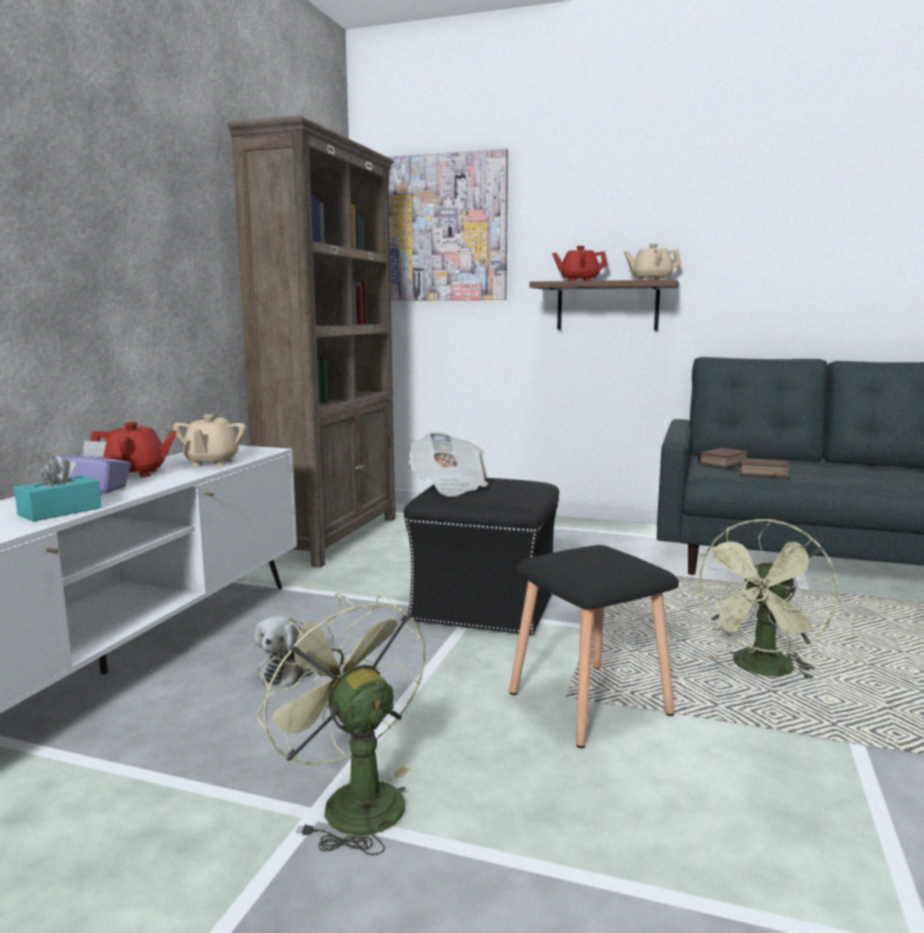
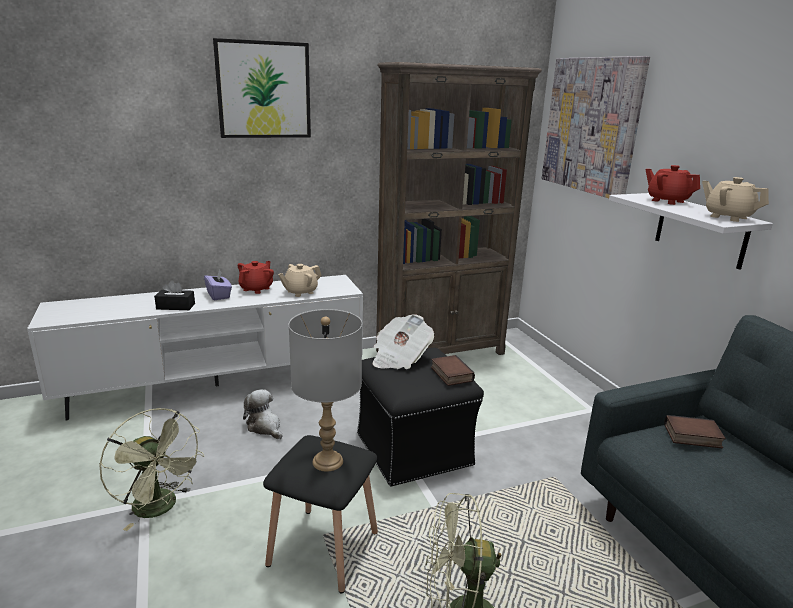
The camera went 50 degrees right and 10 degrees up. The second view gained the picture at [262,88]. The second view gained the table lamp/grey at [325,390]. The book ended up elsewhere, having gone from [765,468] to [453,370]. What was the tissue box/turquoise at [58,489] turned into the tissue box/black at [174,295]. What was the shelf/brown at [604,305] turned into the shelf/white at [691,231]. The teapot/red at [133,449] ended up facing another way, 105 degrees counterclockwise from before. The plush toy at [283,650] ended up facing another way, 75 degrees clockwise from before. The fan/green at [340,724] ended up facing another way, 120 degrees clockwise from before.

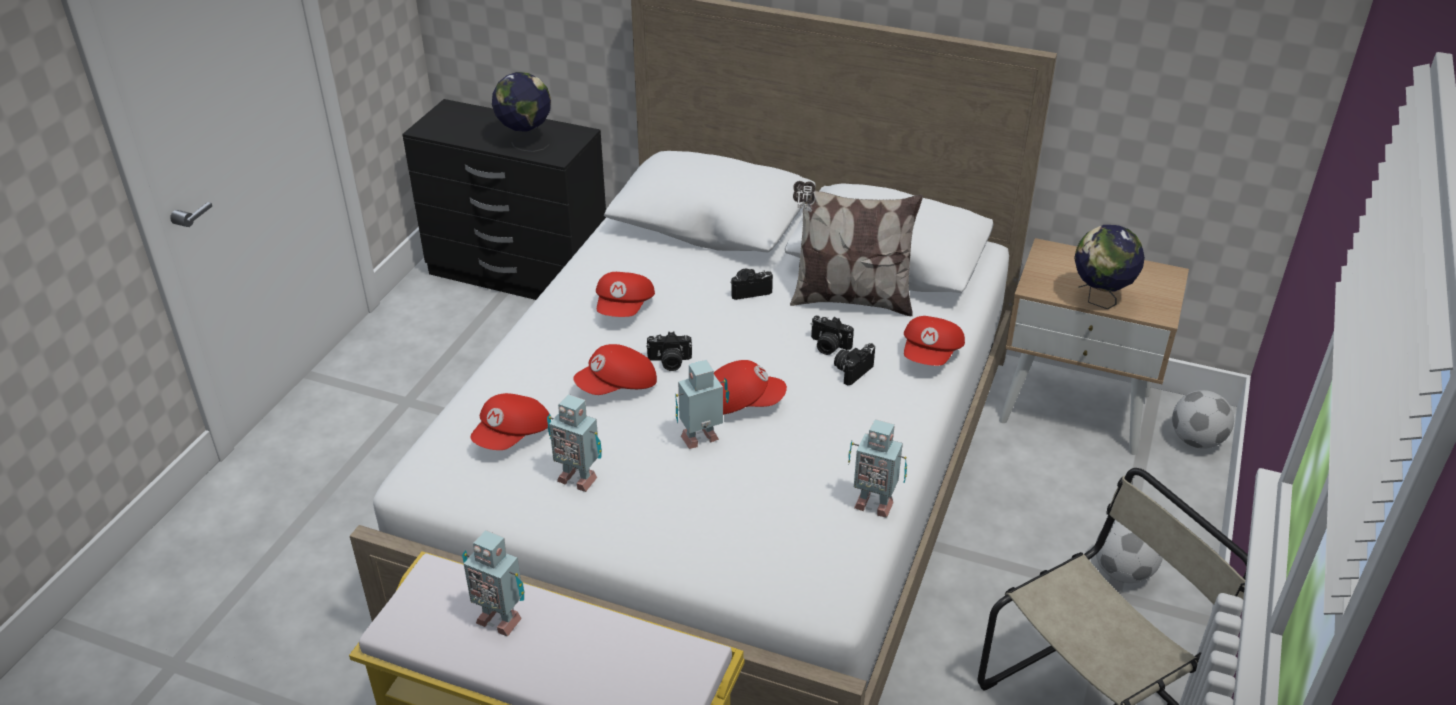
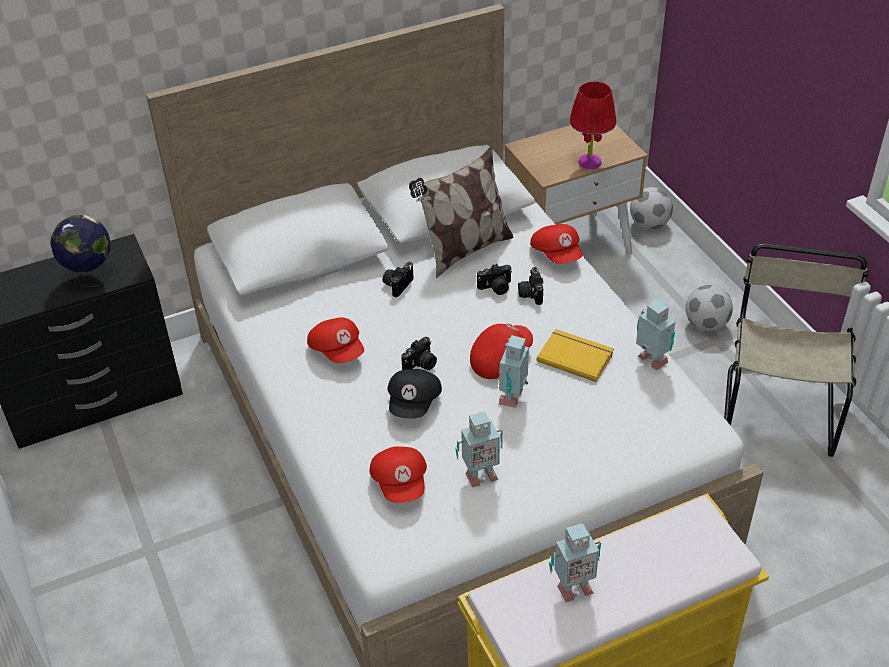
The camera went 45 degrees left and 5 degrees up. The second view gained the book/yellow at [575,355]. Where the globe stood at [1109,267], the table lamp/red came to stand at [593,125]. What was the cap/red at [615,369] turned into the cap/black at [414,394]. The toy robot at [877,468] ended up facing another way, 105 degrees counterclockwise from before.

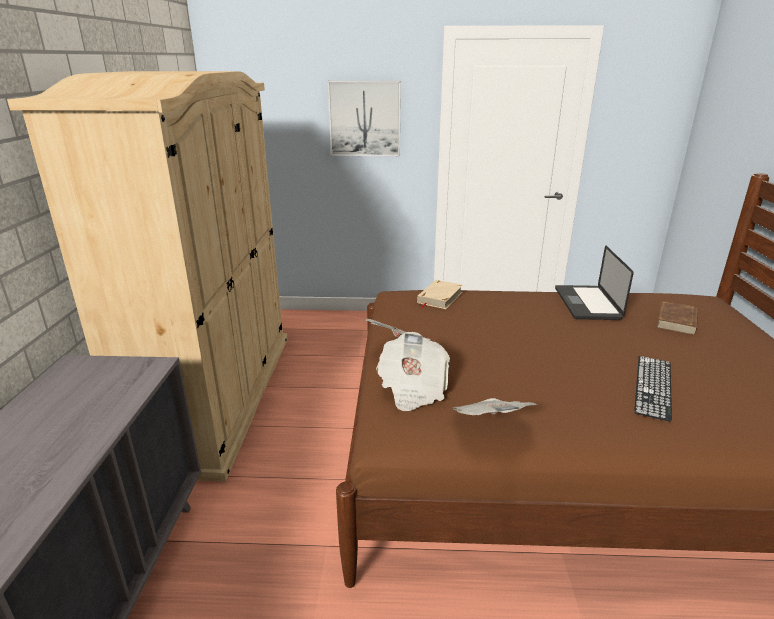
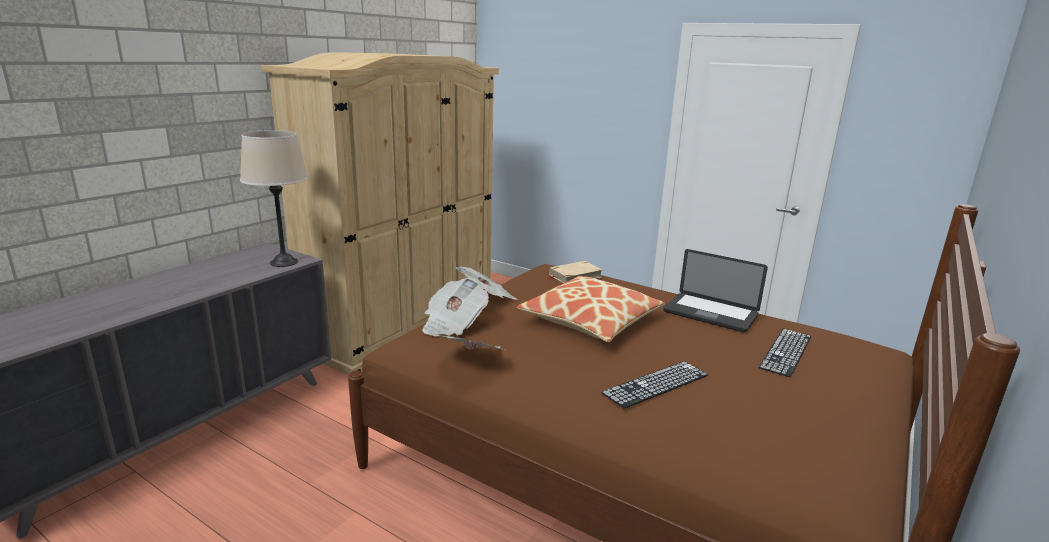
The camera went 30 degrees right and 5 degrees down. The second view lost the picture at [364,118]. The second view gained the table lamp/beige at [274,198]. The second view gained the pillow at [591,309]. Where the book/brown stood at [677,318], the keyboard came to stand at [785,353]. The laptop at [594,283] ended up facing another way, 90 degrees counterclockwise from before.

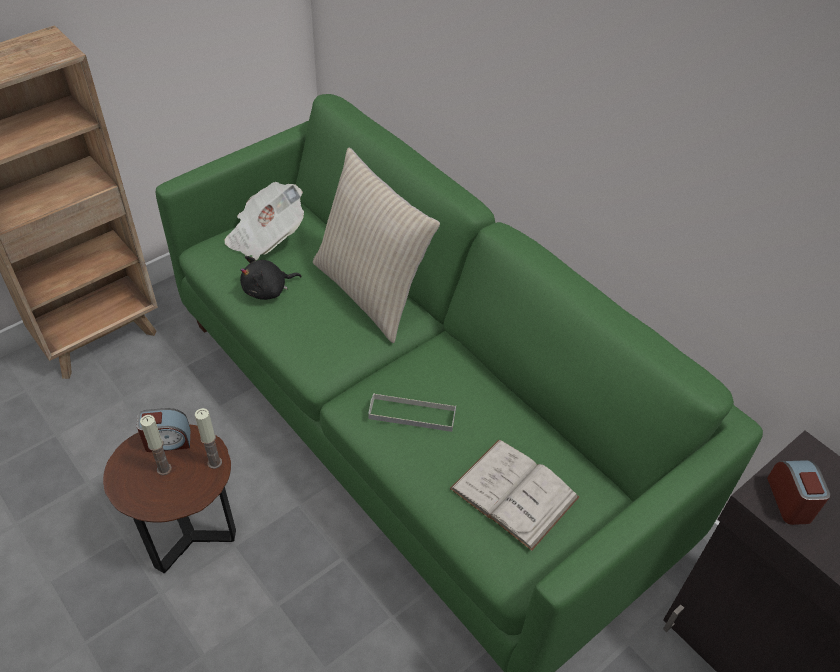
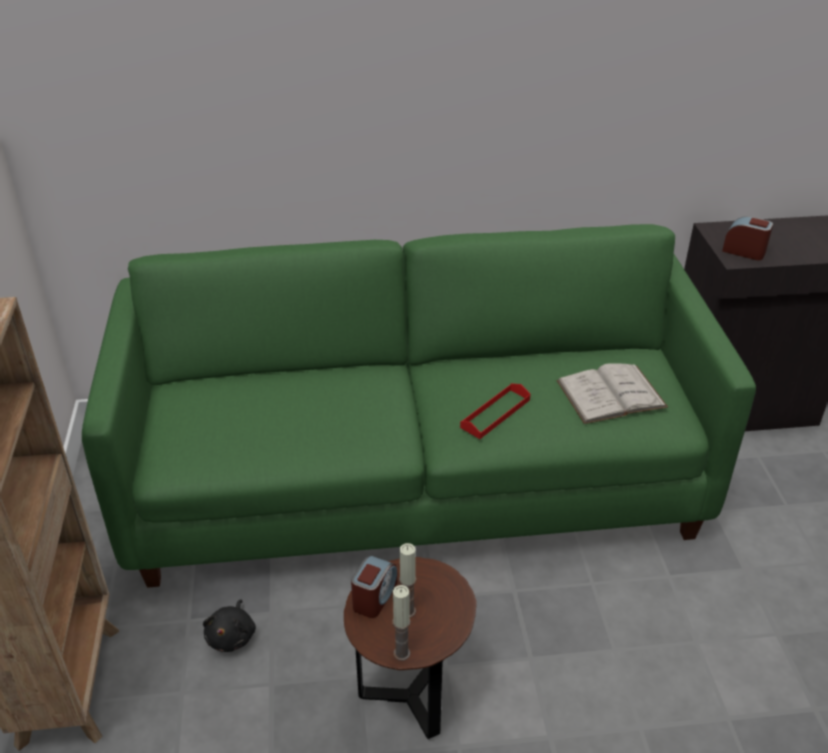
The camera went 55 degrees left and 10 degrees down. The second view lost the newspaper at [264,221]. The second view lost the pillow/beige at [376,245]. The candle ended up elsewhere, having gone from [208,438] to [402,623]. The plush toy/black ended up elsewhere, having gone from [271,278] to [229,625]. What was the tray/grey at [412,412] turned into the tray/red at [495,411].

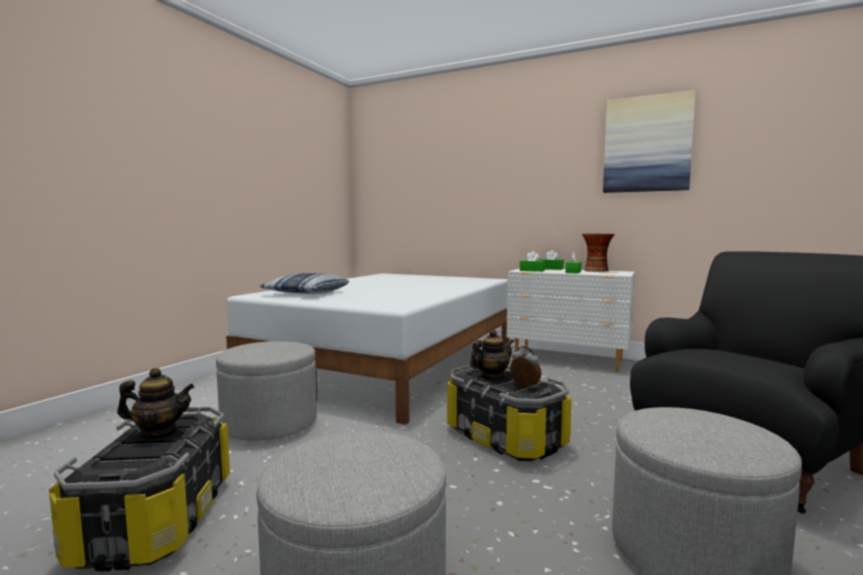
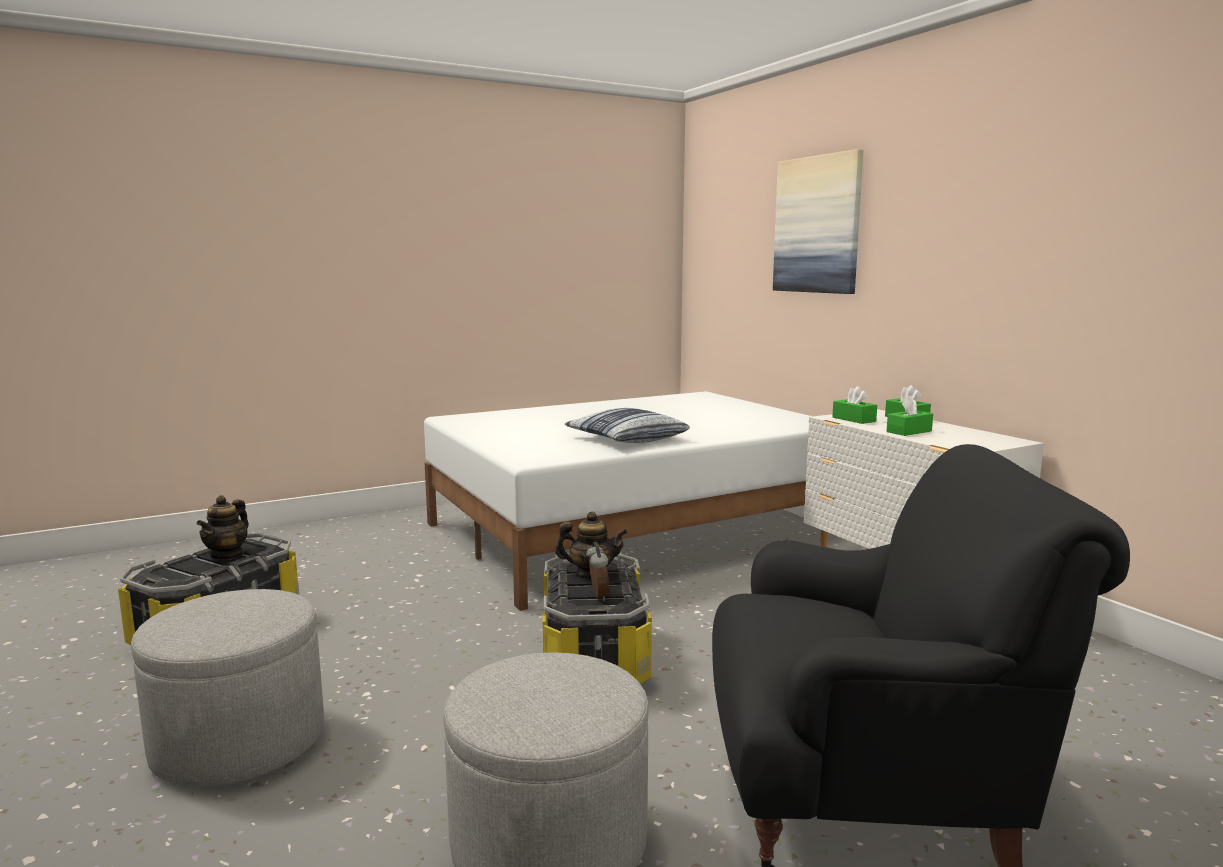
The camera went 35 degrees right and 5 degrees up. The second view lost the ottoman/grey at [266,391]. The second view lost the vase at [598,252]. The pillow ended up elsewhere, having gone from [304,283] to [627,425]. The picture ended up elsewhere, having gone from [649,141] to [818,221]. The teapot at [156,403] ended up facing another way, 75 degrees clockwise from before.

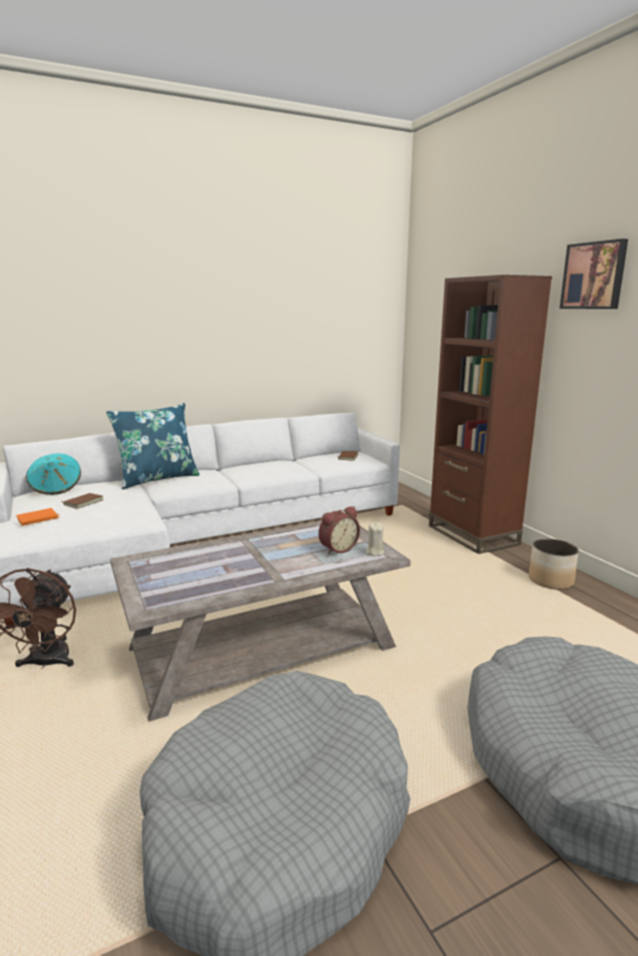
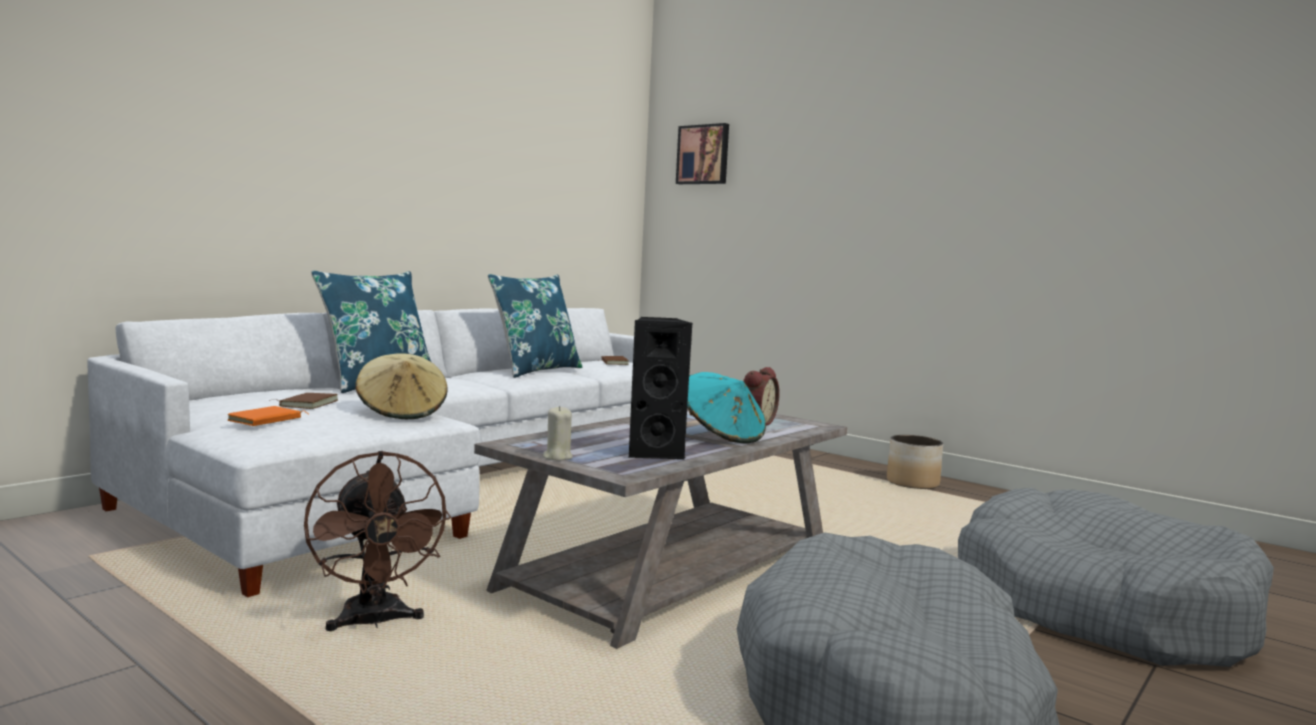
The camera went 25 degrees left and 10 degrees down. The second view lost the bookcase/brown at [490,414]. The second view gained the hat/beige at [401,386]. The second view gained the pillow/blue at [535,326]. The second view gained the speaker/black at [660,388]. The hat/turquoise ended up elsewhere, having gone from [53,474] to [726,408]. The candle/beige ended up elsewhere, having gone from [375,539] to [558,433]. The picture ended up elsewhere, having gone from [594,274] to [702,153].

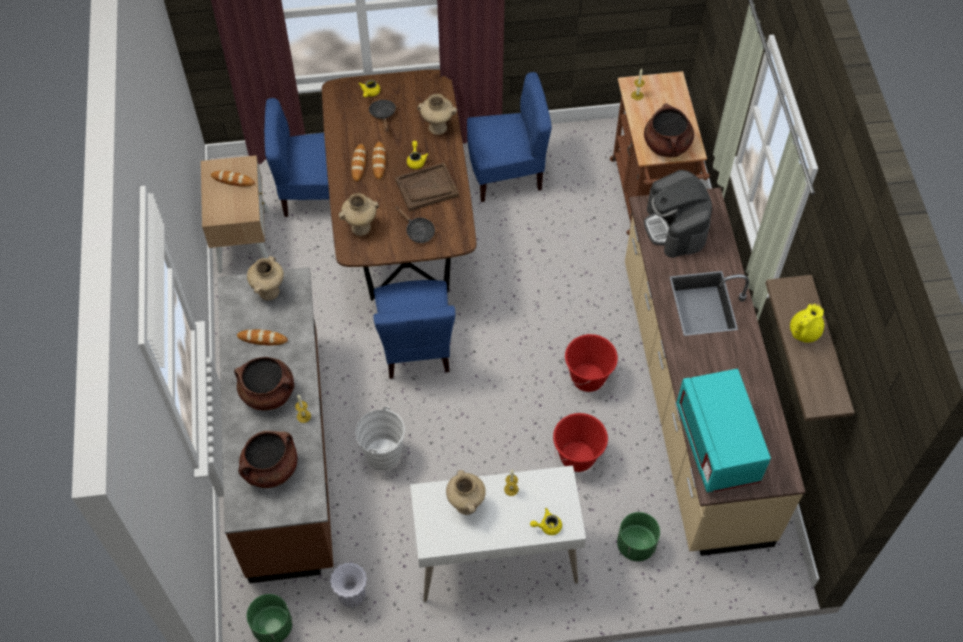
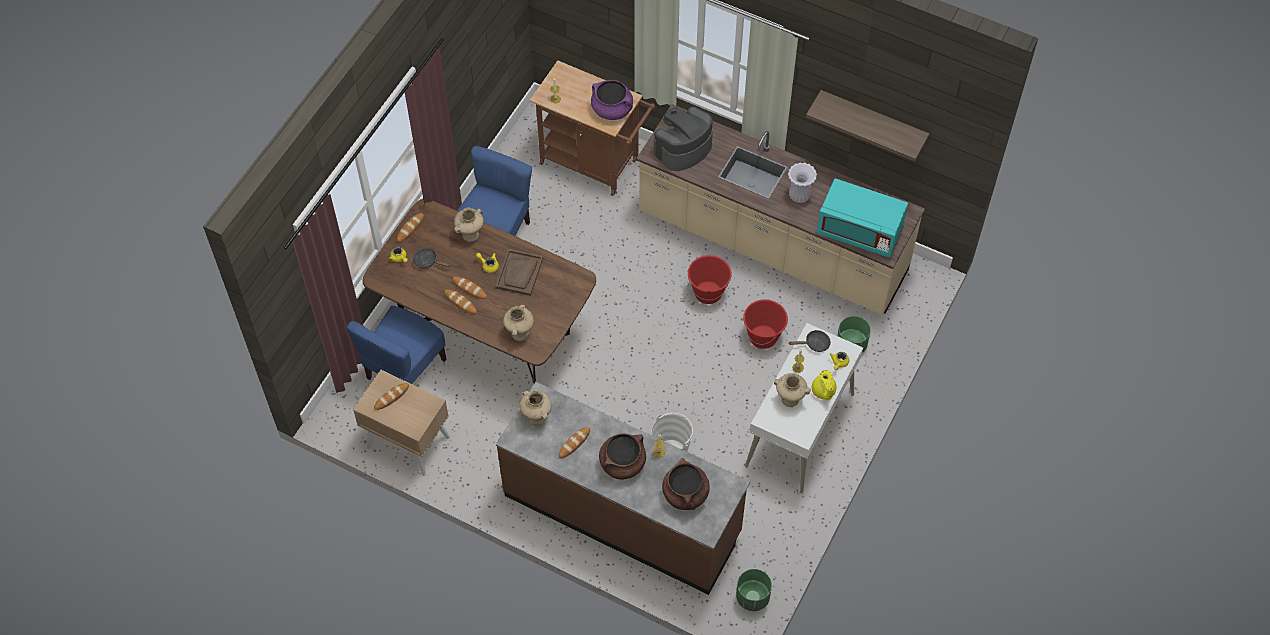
The camera went 55 degrees left and 0 degrees up. The second view lost the chair/blue at [414,329]. The second view gained the bread at [410,227]. The vase/white ended up elsewhere, having gone from [348,585] to [802,182]. The frying pan/black ended up elsewhere, having gone from [415,224] to [809,341]. The teapot/yellow ended up elsewhere, having gone from [807,323] to [824,385]. What was the cooking pot/brown at [669,130] turned into the cooking pot/purple at [612,100]. The coffee machine at [678,214] ended up facing another way, 120 degrees clockwise from before.

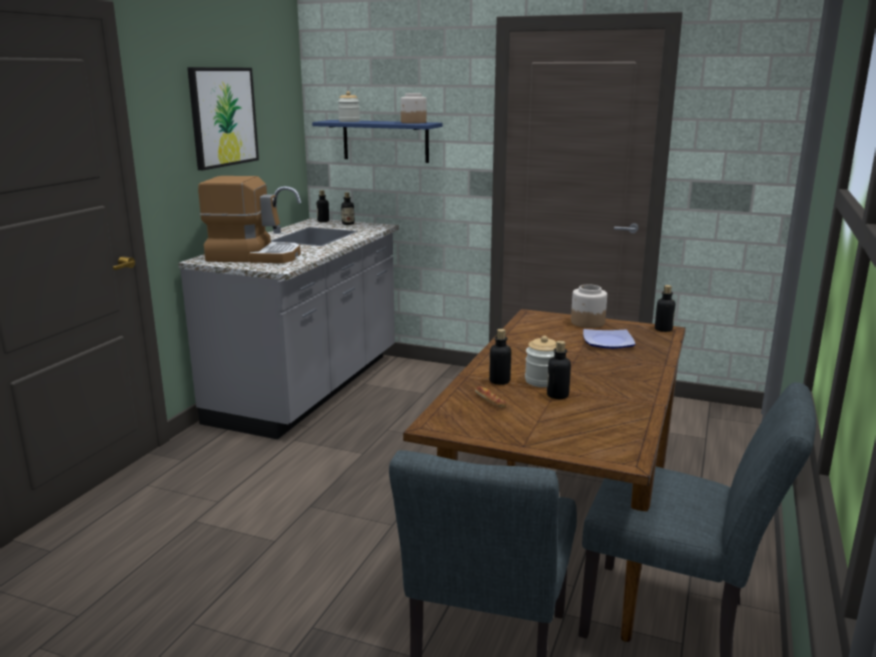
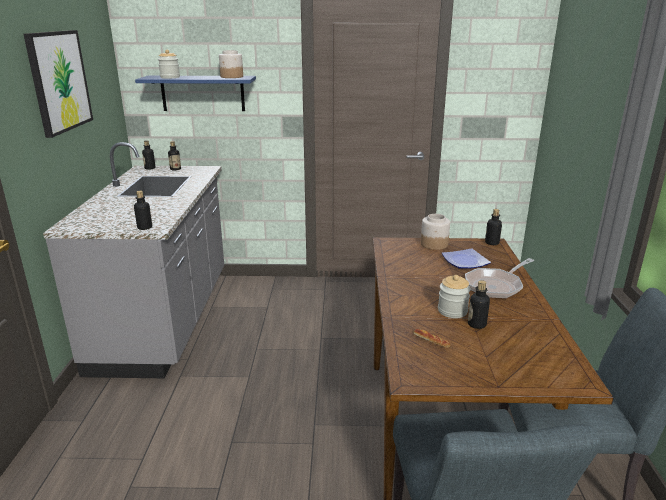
The camera went 20 degrees left and 5 degrees up. The second view lost the coffee machine at [249,219]. The second view gained the frying pan at [499,278]. The bottle ended up elsewhere, having gone from [500,357] to [143,210].

